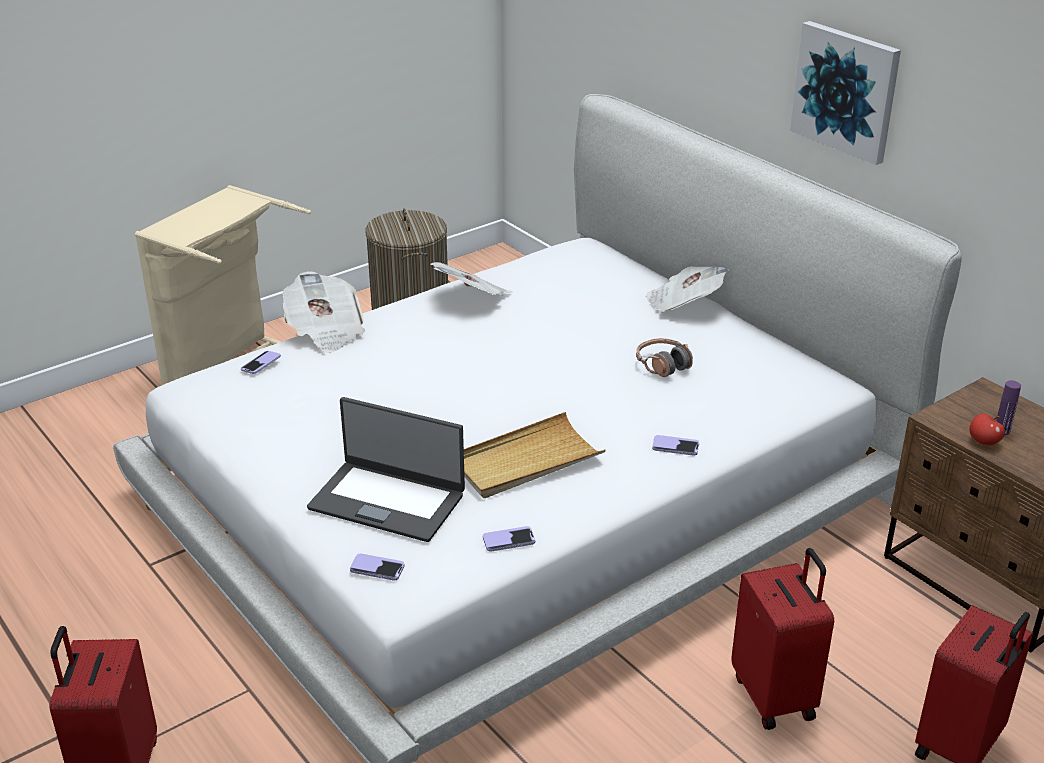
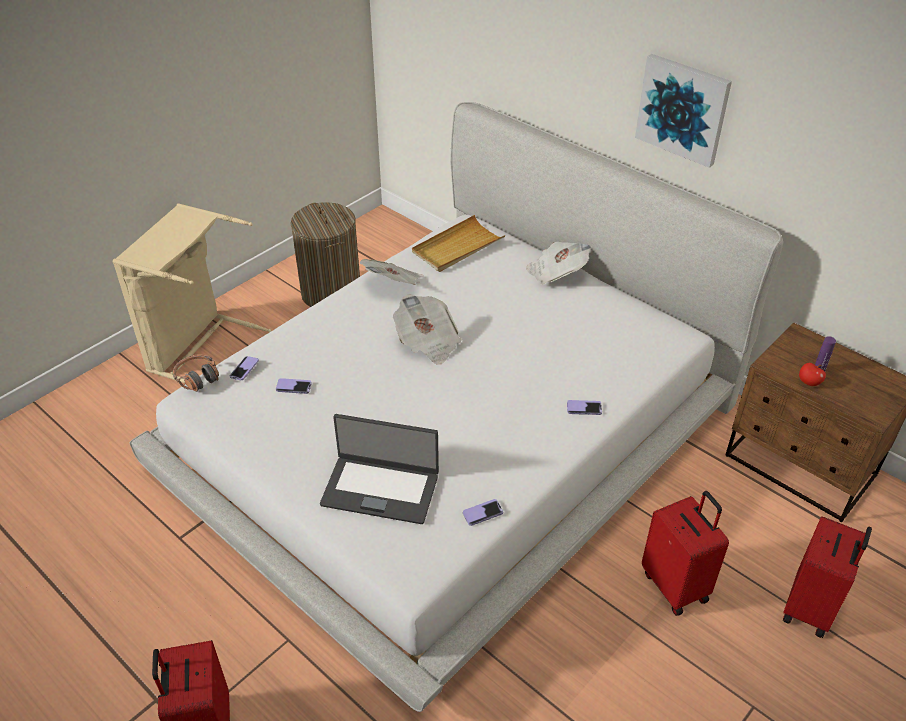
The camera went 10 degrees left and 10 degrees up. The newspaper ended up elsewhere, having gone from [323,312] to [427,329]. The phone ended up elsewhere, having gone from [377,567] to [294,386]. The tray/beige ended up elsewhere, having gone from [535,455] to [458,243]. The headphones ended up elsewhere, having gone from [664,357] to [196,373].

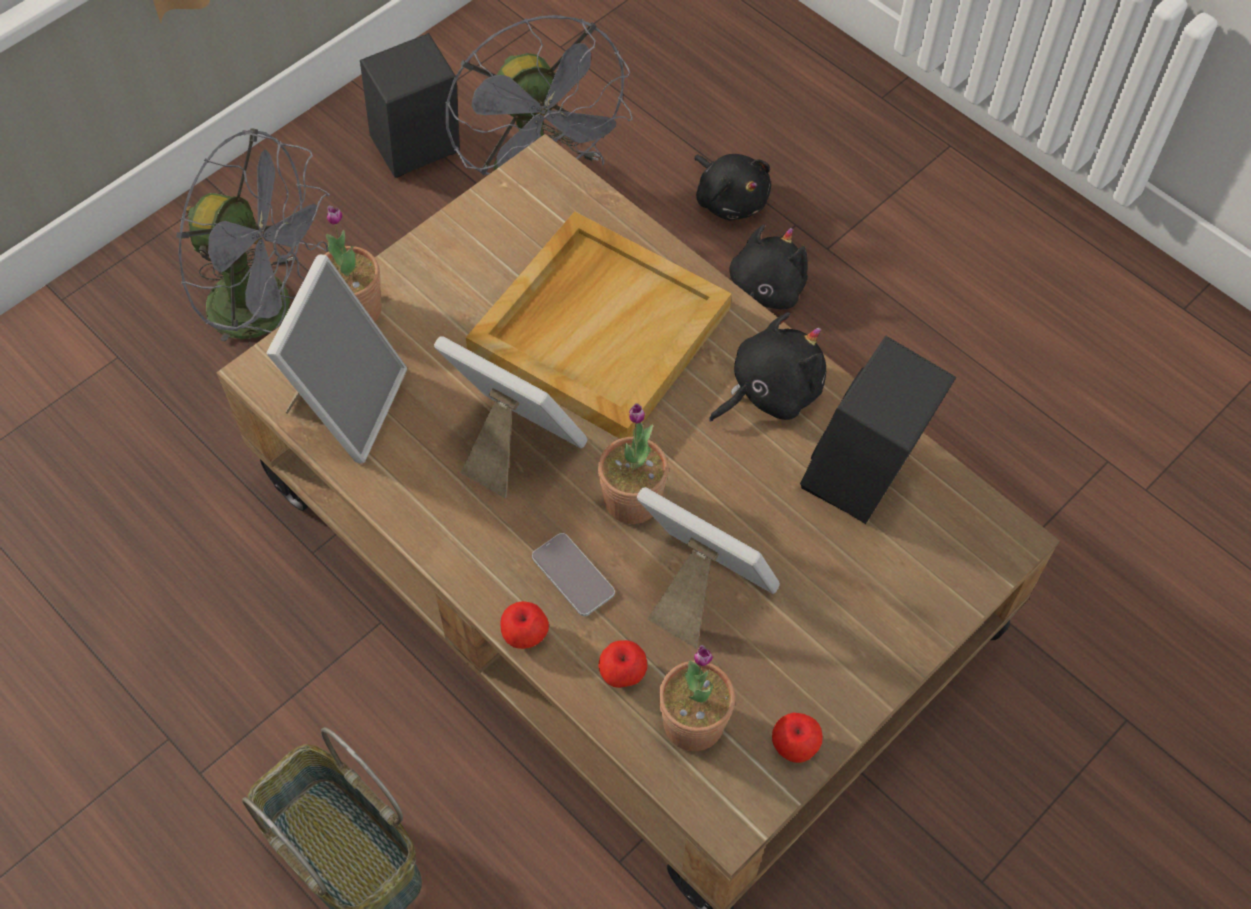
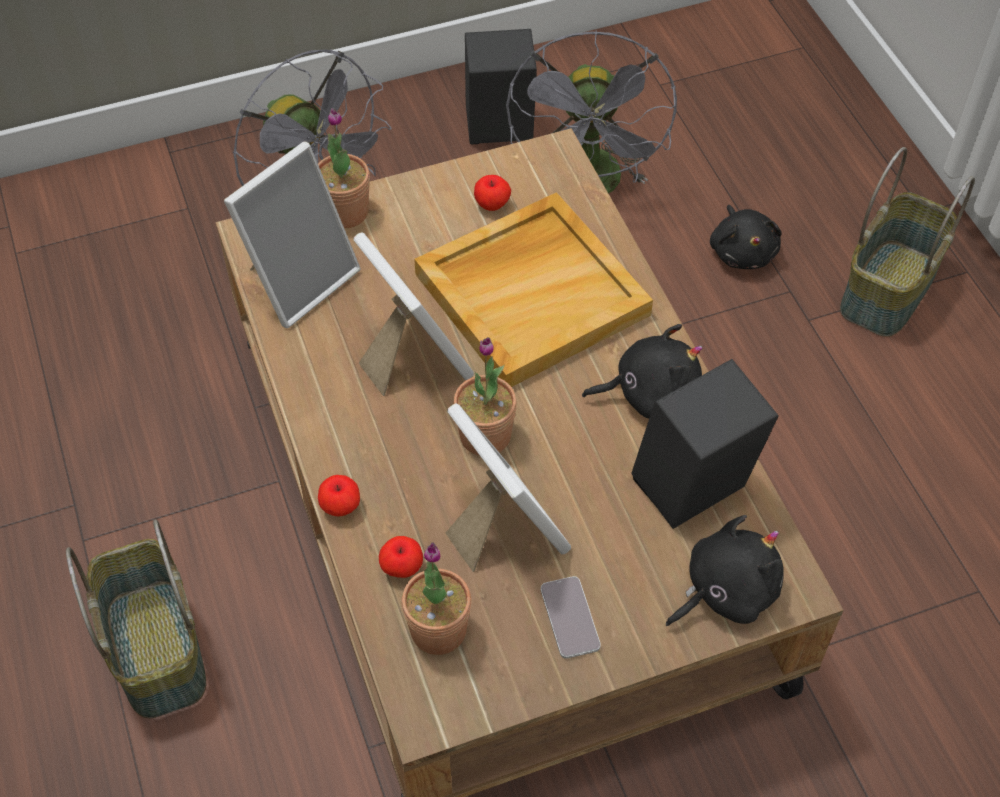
The camera went 25 degrees right and 5 degrees down. The second view gained the basket at [907,242]. The phone ended up elsewhere, having gone from [573,574] to [571,617]. The plush toy/black ended up elsewhere, having gone from [768,267] to [725,570]. The apple ended up elsewhere, having gone from [797,737] to [492,193].

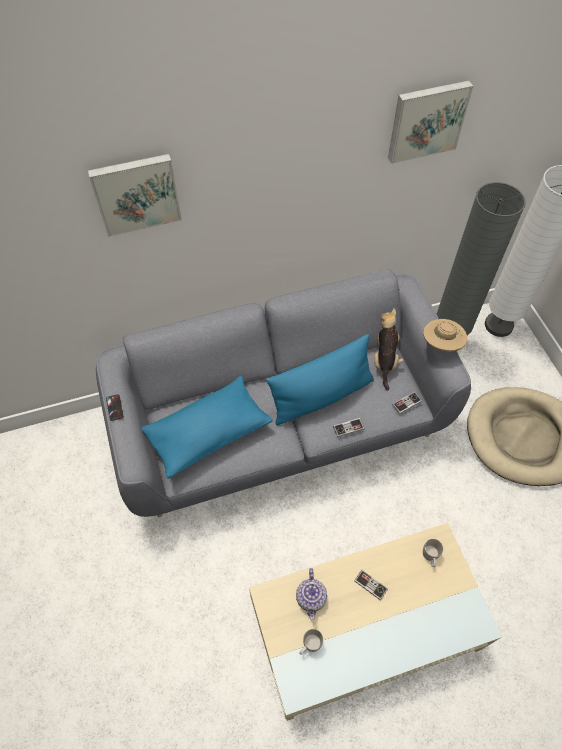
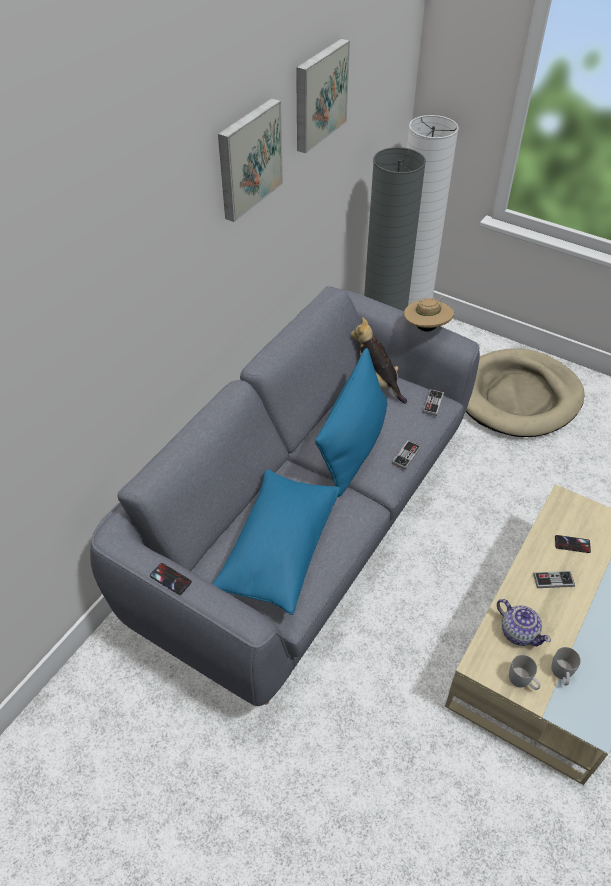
The camera went 40 degrees left and 10 degrees down. The second view gained the phone at [573,544]. The picture ended up elsewhere, having gone from [135,195] to [250,160]. The mug/white ended up elsewhere, having gone from [433,553] to [525,672].

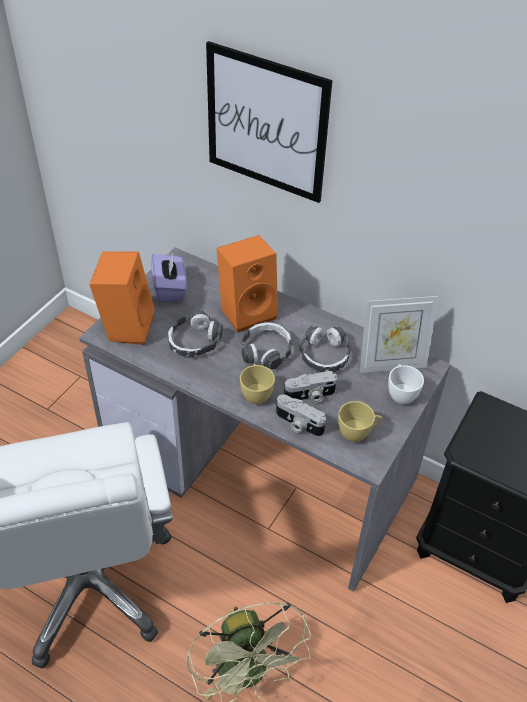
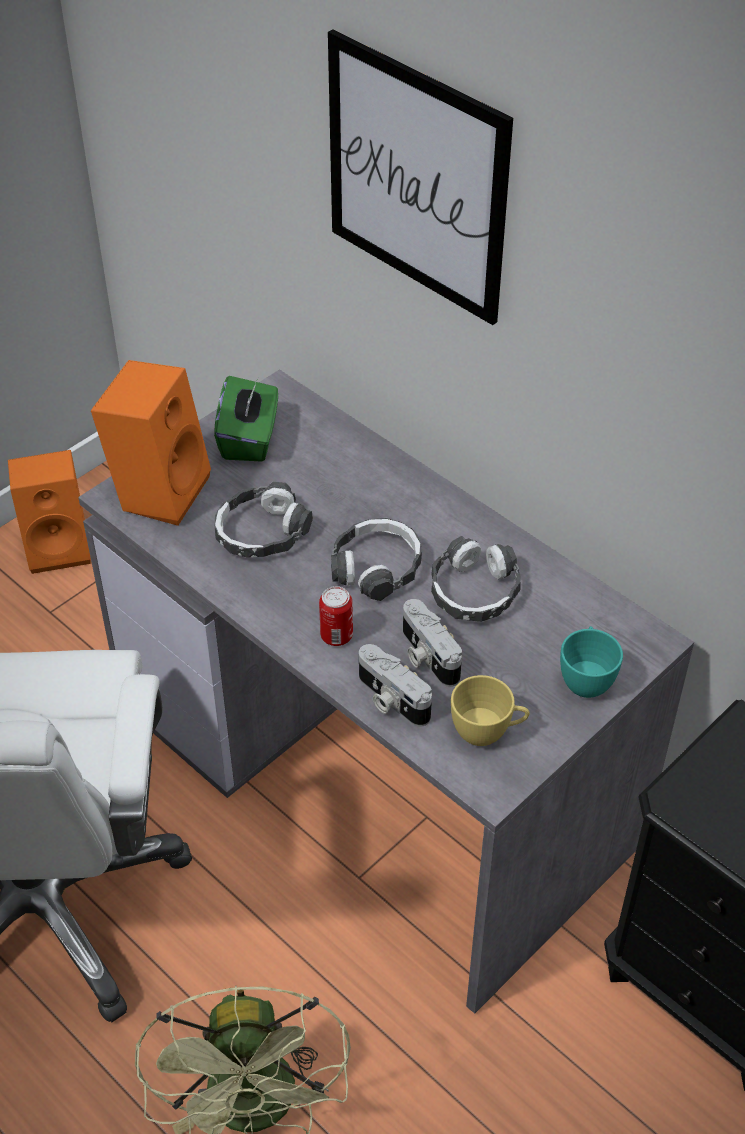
The camera went 15 degrees right and 0 degrees up. The second view lost the picture frame at [399,334]. The speaker/orange ended up elsewhere, having gone from [247,283] to [49,512]. Where the cup/yellow stood at [257,384], the can came to stand at [336,616]. What was the tissue box/purple at [169,278] turned into the tissue box/green at [246,419]. What was the cup/white at [406,384] turned into the cup/turquoise at [591,662]. The photo camera at [310,387] ended up facing another way, 60 degrees clockwise from before.

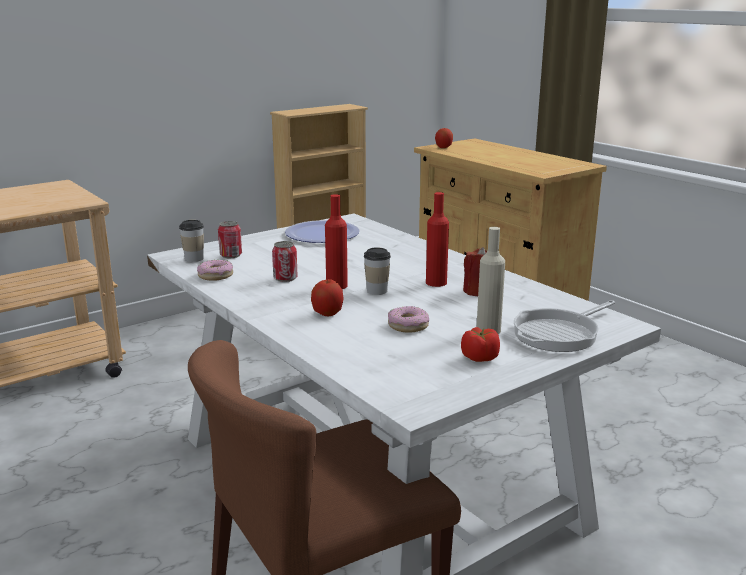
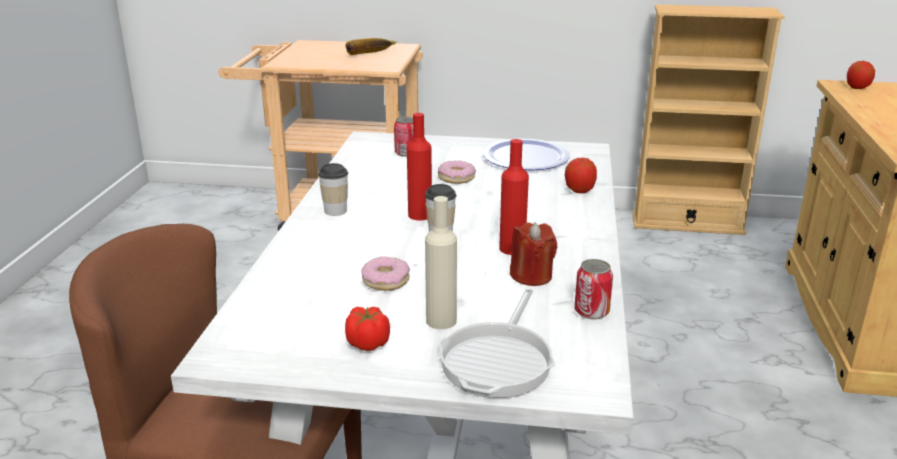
The camera went 45 degrees right and 5 degrees up. The second view gained the banana at [371,46]. The cup ended up elsewhere, having gone from [191,241] to [333,189]. The donut ended up elsewhere, having gone from [215,270] to [457,172]. The can ended up elsewhere, having gone from [284,261] to [593,289]. The apple ended up elsewhere, having gone from [327,297] to [581,175]. The frying pan at [564,326] ended up facing another way, 75 degrees counterclockwise from before.

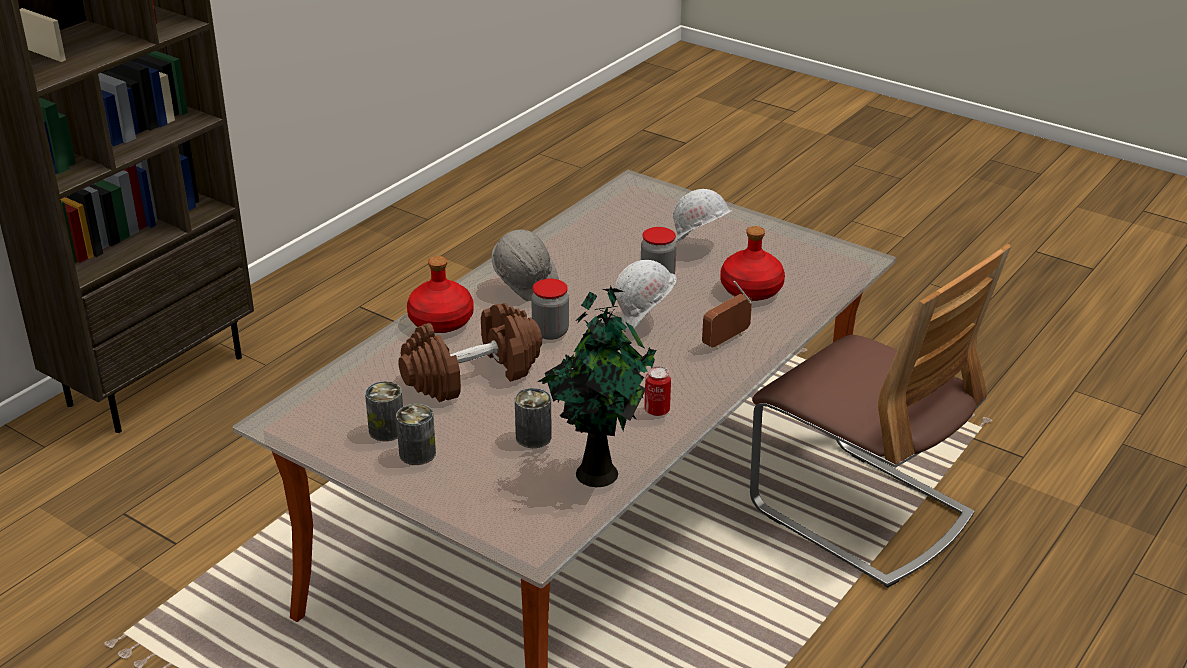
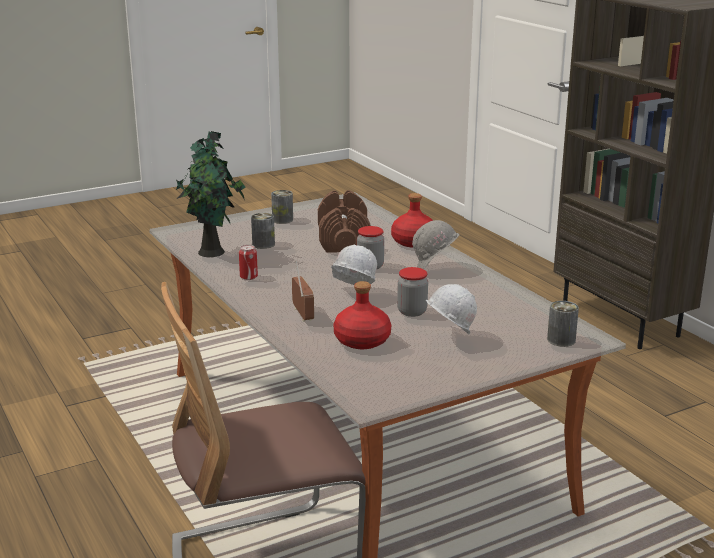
The camera went 115 degrees right and 10 degrees down. The can ended up elsewhere, having gone from [384,411] to [563,324].

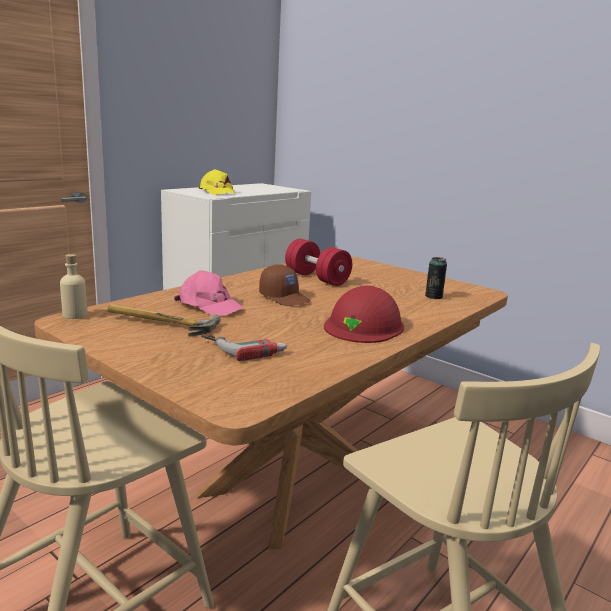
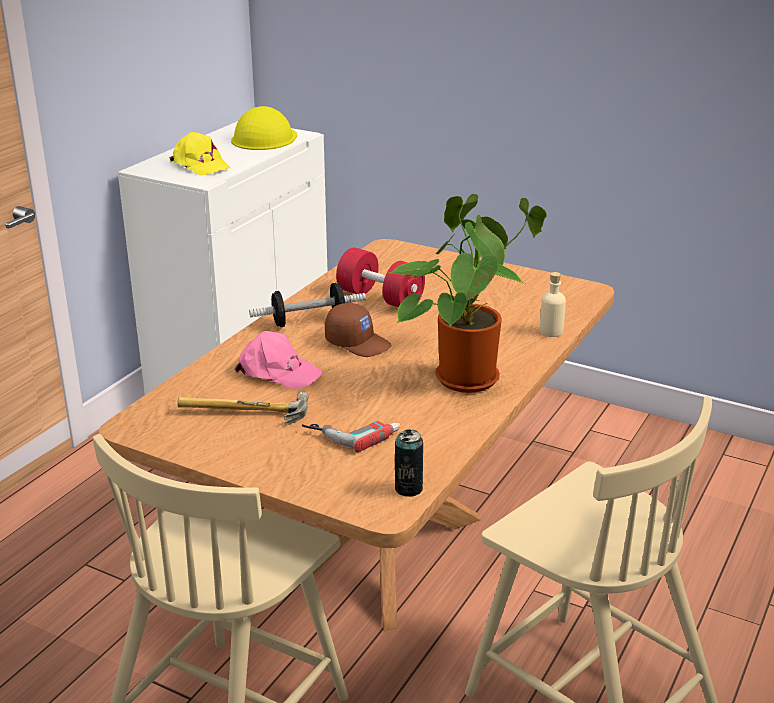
The camera went 10 degrees left and 10 degrees up. The second view gained the hard hat/yellow at [264,128]. The second view gained the dumbbell at [307,305]. The bottle/beige ended up elsewhere, having gone from [73,286] to [553,304]. The can ended up elsewhere, having gone from [436,278] to [409,463]. Where the hard hat/red stood at [364,314], the potted plant came to stand at [468,293].

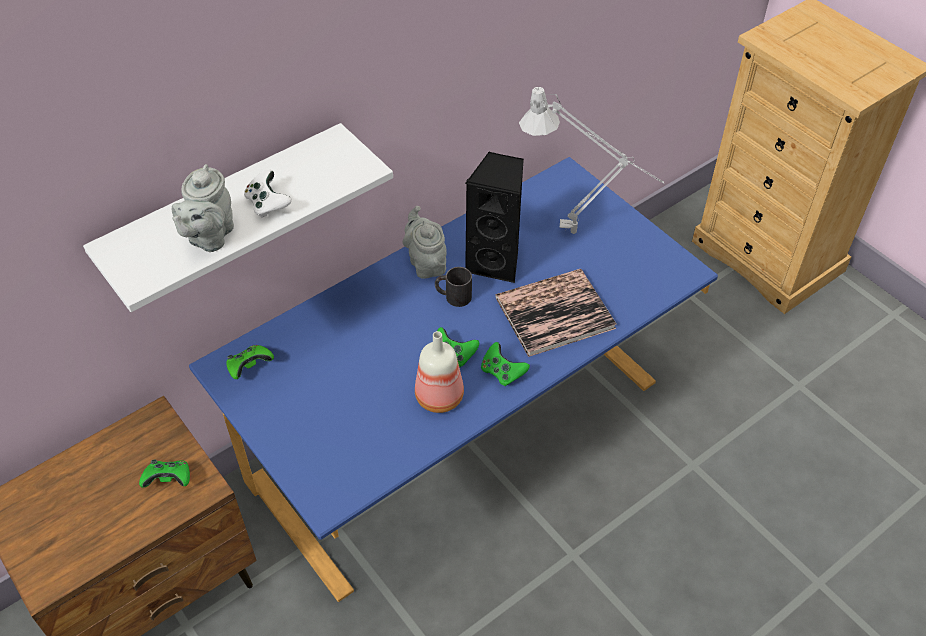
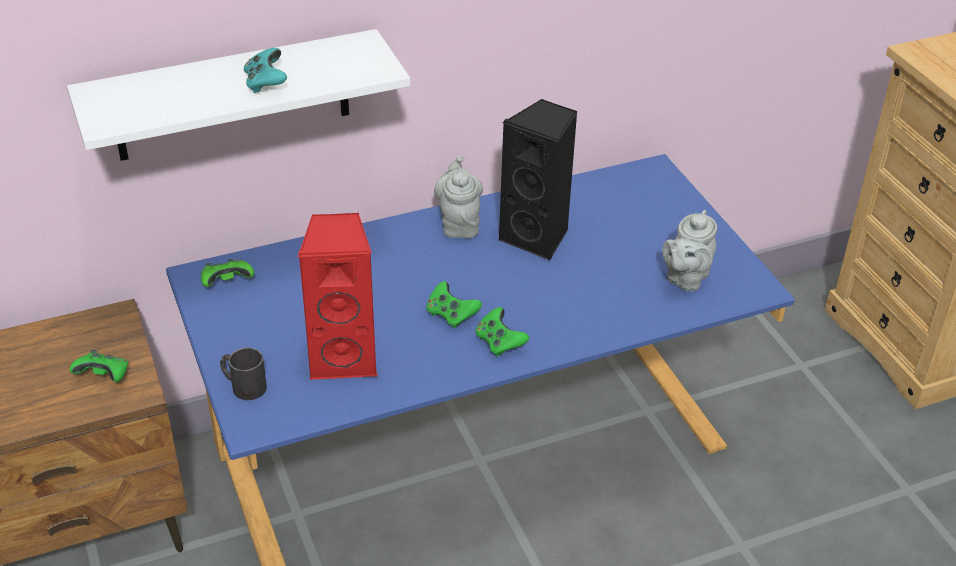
The camera went 15 degrees right and 10 degrees down. The second view lost the bottle at [439,372]. The second view lost the book at [556,313]. The second view lost the table lamp/grey at [592,160]. The second view gained the speaker/red at [338,297]. The teapot/grey ended up elsewhere, having gone from [203,208] to [689,251]. The mug/black ended up elsewhere, having gone from [453,287] to [243,374]. What was the game controller/white at [268,193] turned into the game controller/turquoise at [265,70].

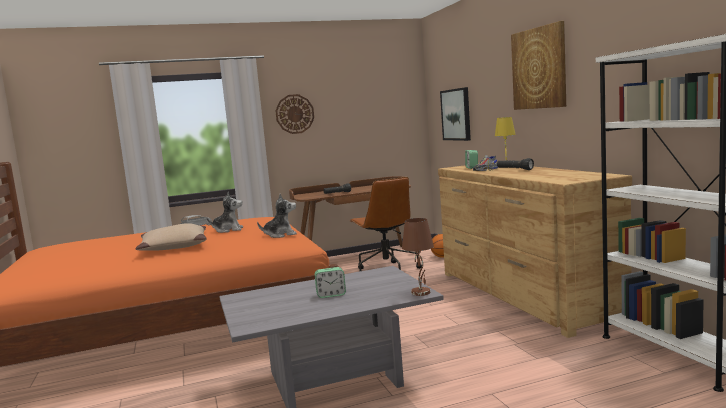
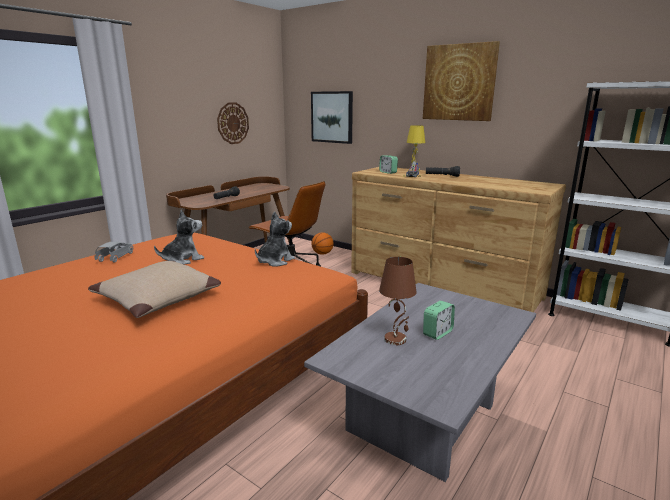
The camera went 35 degrees left and 10 degrees up. The wall clock ended up elsewhere, having gone from [294,114] to [233,123]. The table lamp/brown ended up elsewhere, having gone from [418,257] to [398,301].

